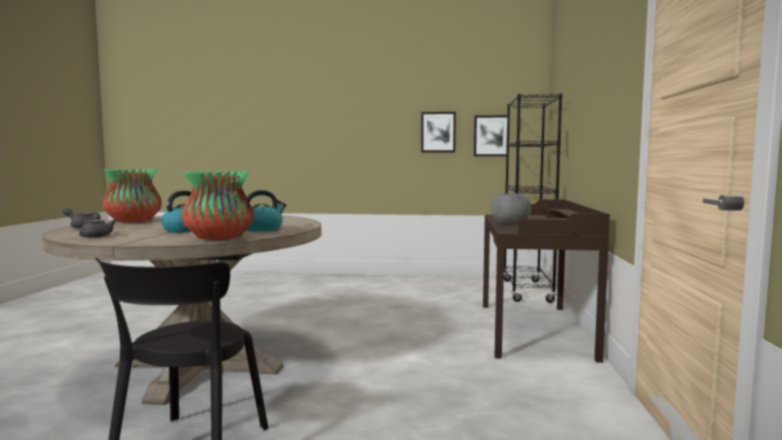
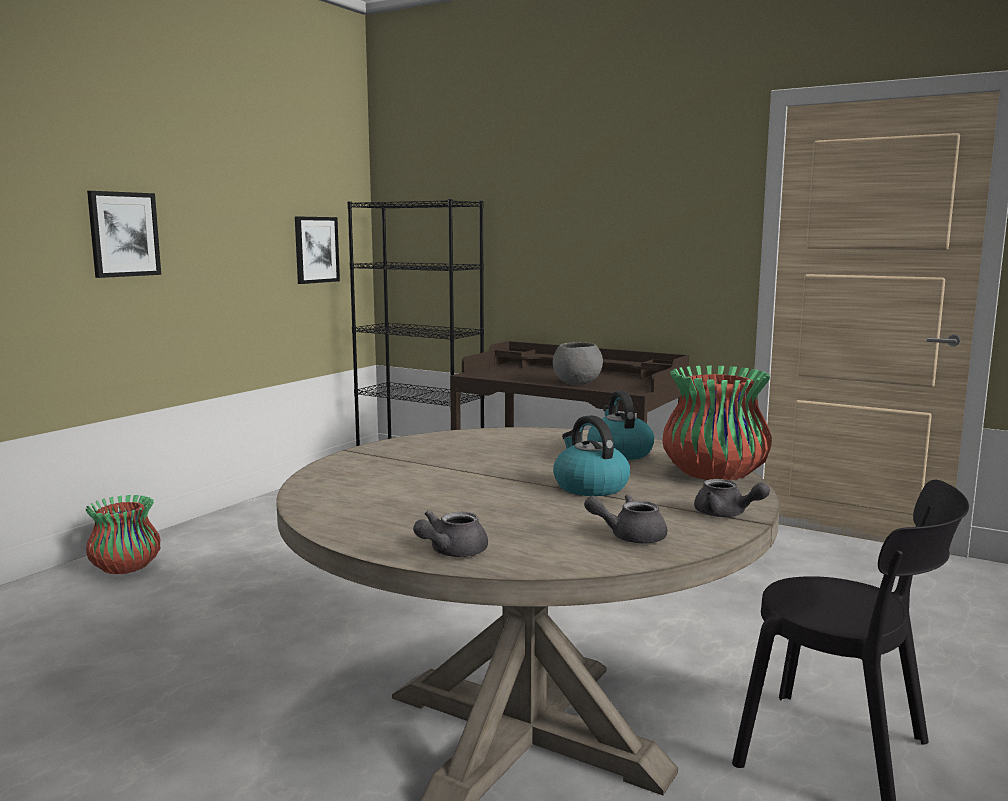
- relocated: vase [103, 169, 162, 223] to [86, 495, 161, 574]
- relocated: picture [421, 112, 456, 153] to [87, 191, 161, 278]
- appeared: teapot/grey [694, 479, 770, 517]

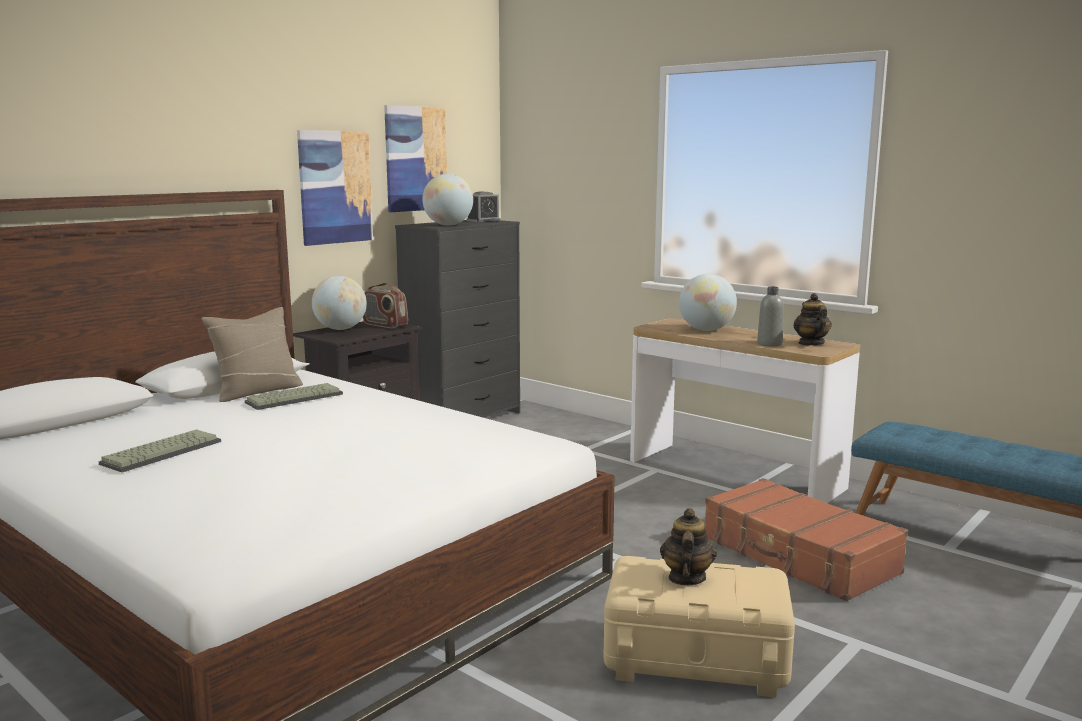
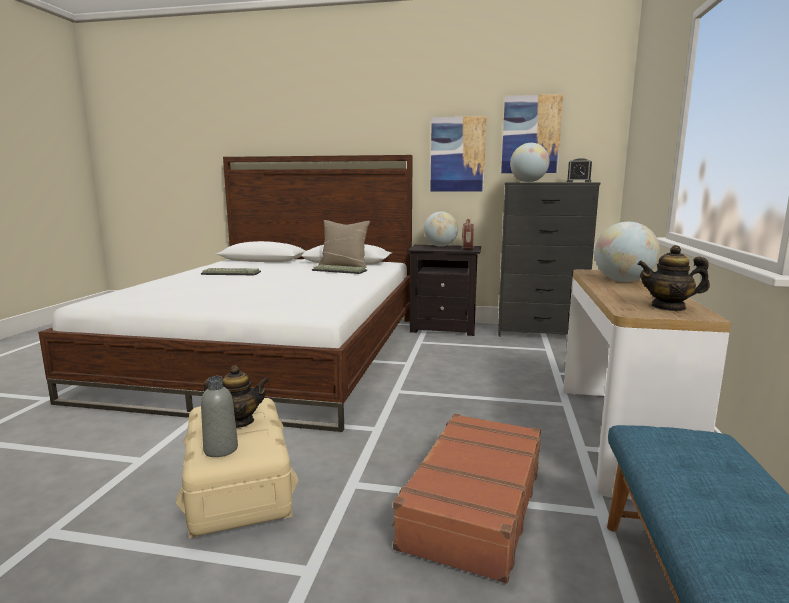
- relocated: bottle/grey [757, 286, 784, 347] to [201, 376, 238, 457]
- spun: teapot [793, 293, 832, 345] = [637, 245, 710, 311] 135 degrees counterclockwise

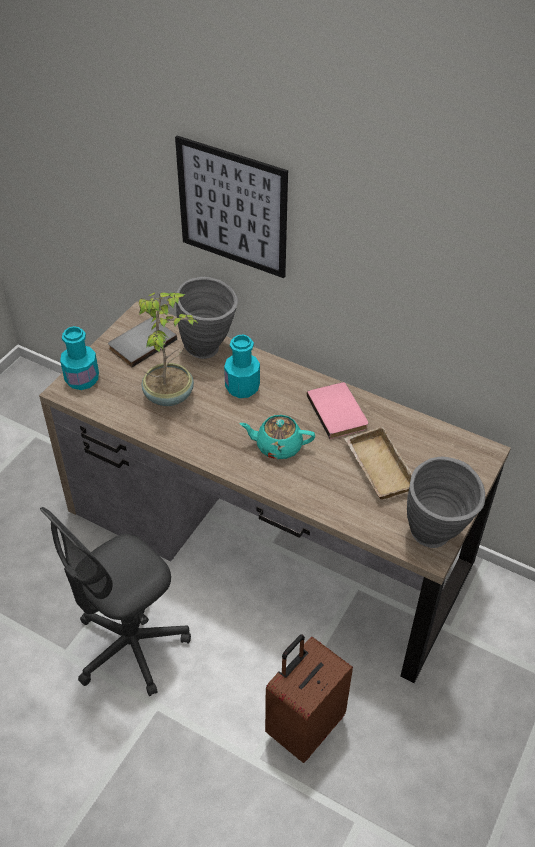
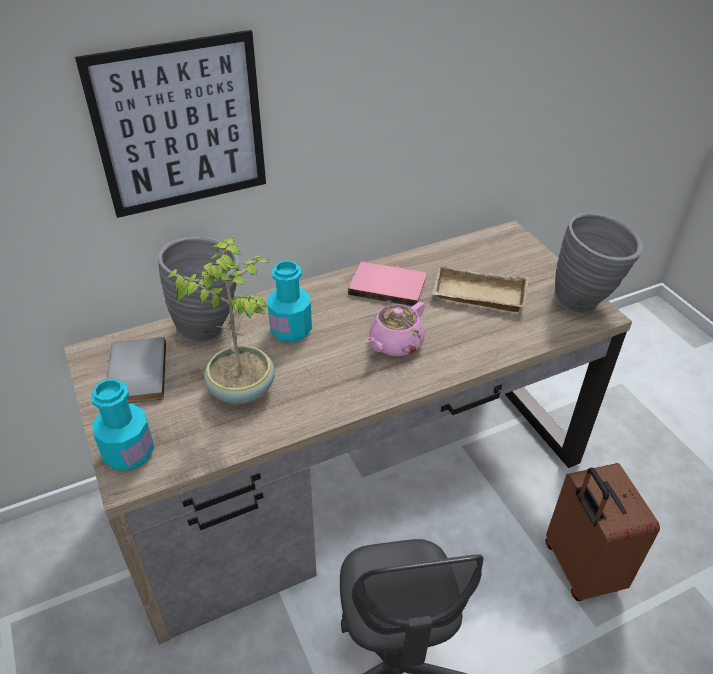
- colour: teapot/turquoise [240, 415, 315, 459] to teapot/pink [366, 302, 425, 356]

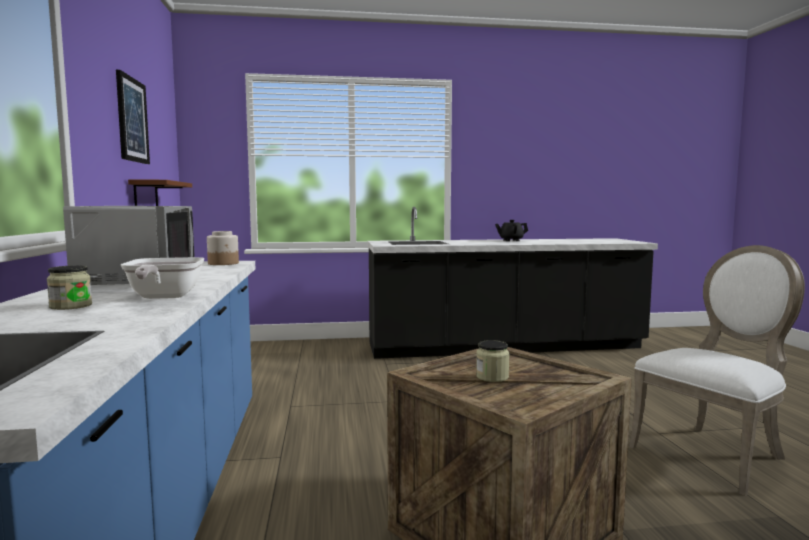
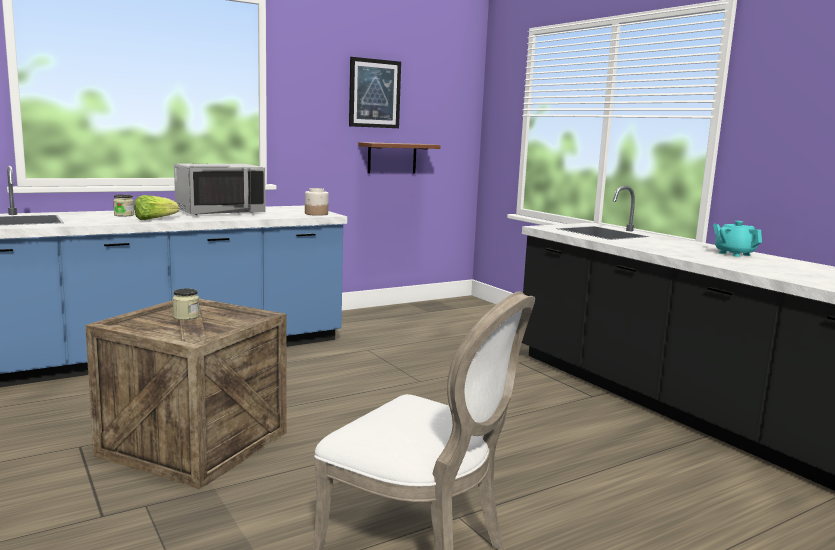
- exchanged: frying pan [121, 257, 204, 299] to lettuce [134, 195, 179, 220]
- colour: teapot/black [495, 220, 528, 241] to teapot/turquoise [713, 221, 762, 257]

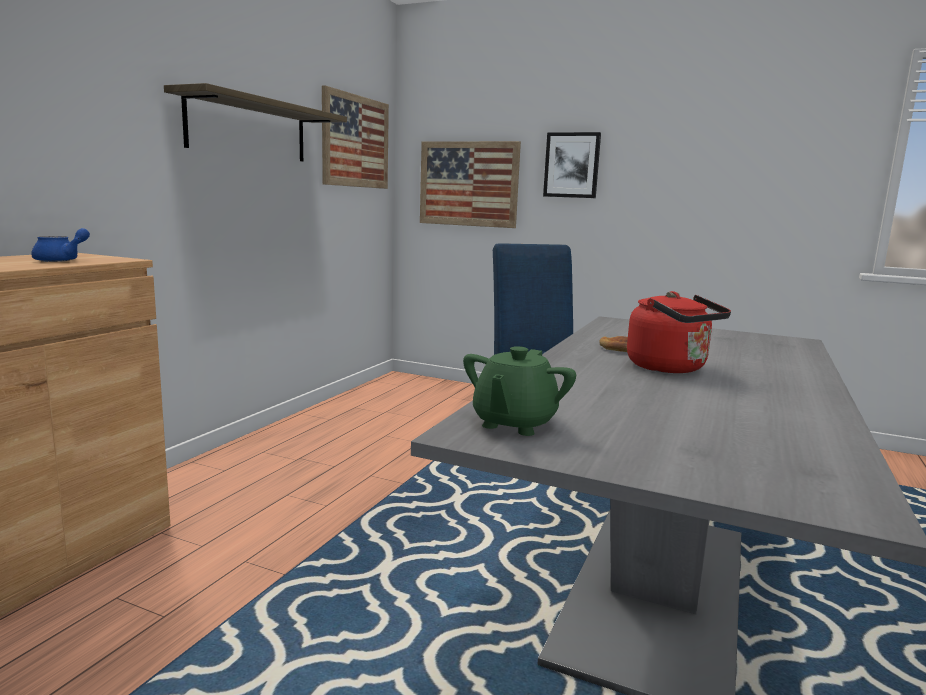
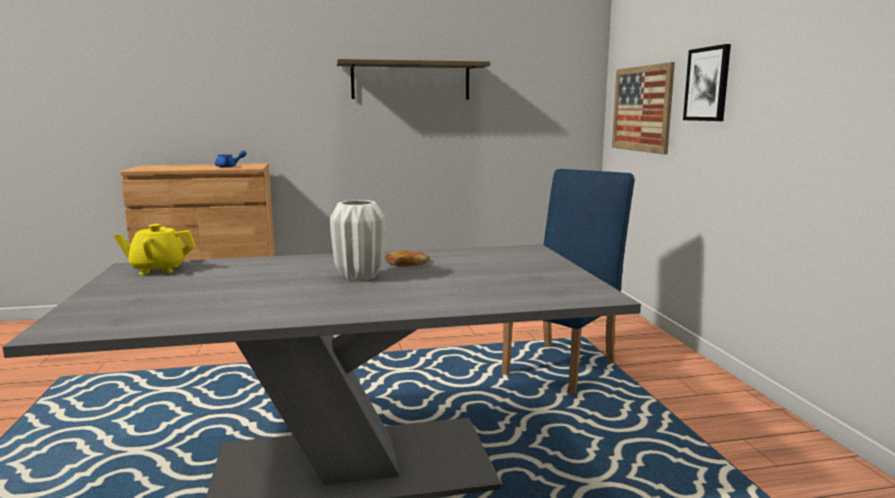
- missing: picture [322, 85, 389, 189]
- colour: teapot/green [463, 346, 576, 436] to teapot/yellow [114, 224, 196, 275]
- exchanged: kettle/red [627, 291, 731, 373] to vase/white [330, 200, 385, 281]

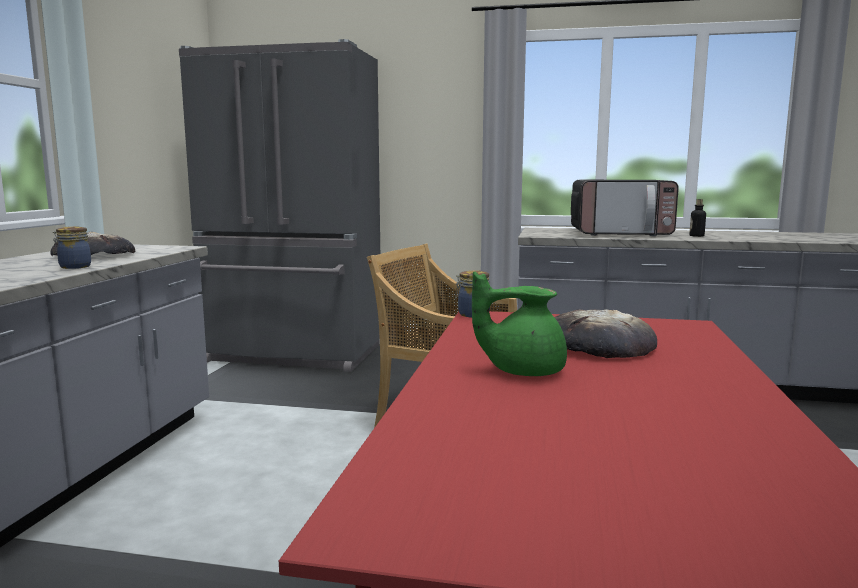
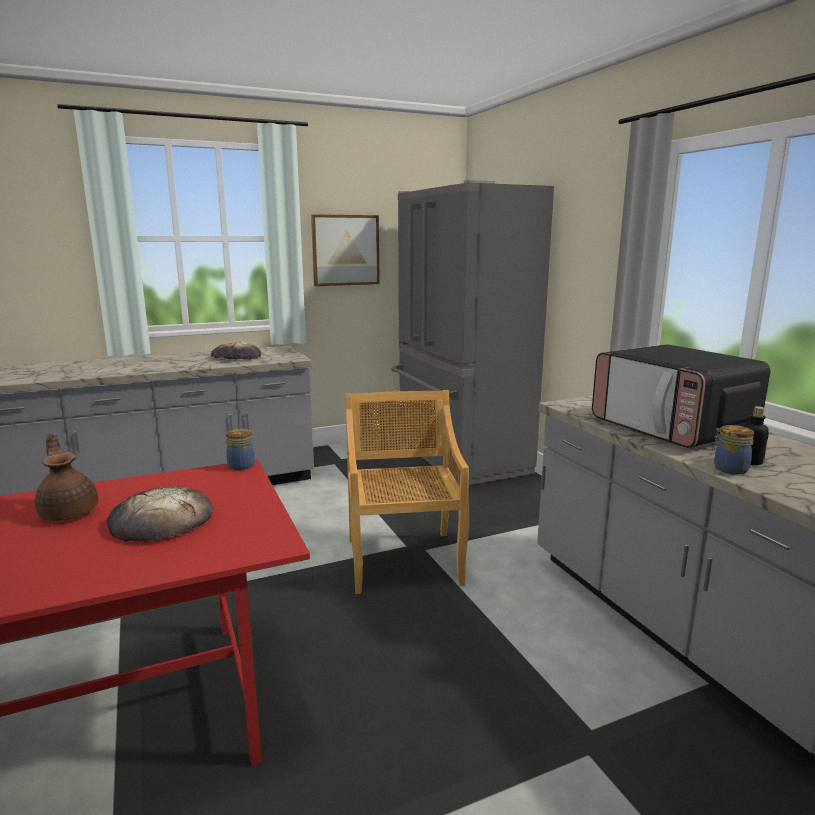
- relocated: jar [53, 226, 91, 269] to [712, 425, 754, 475]
- colour: teapot/green [472, 272, 567, 376] to teapot/brown [35, 433, 98, 521]
- appeared: picture [311, 214, 380, 286]

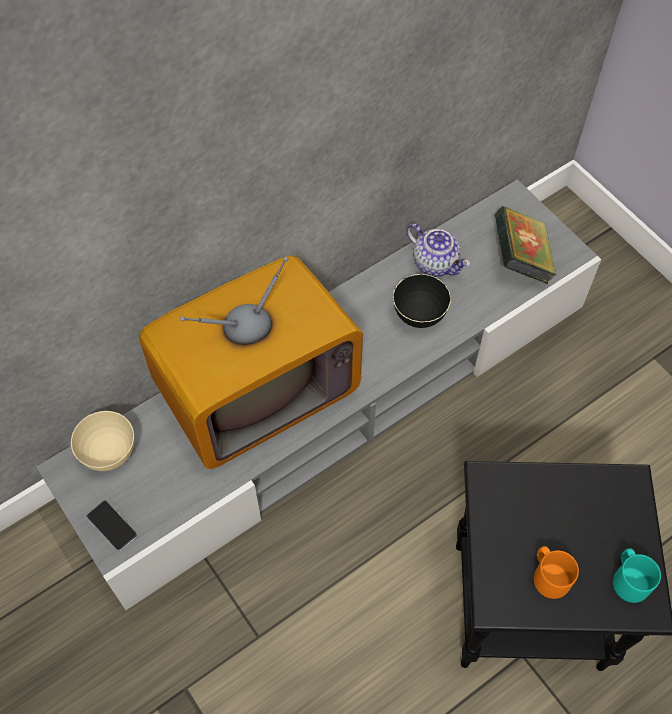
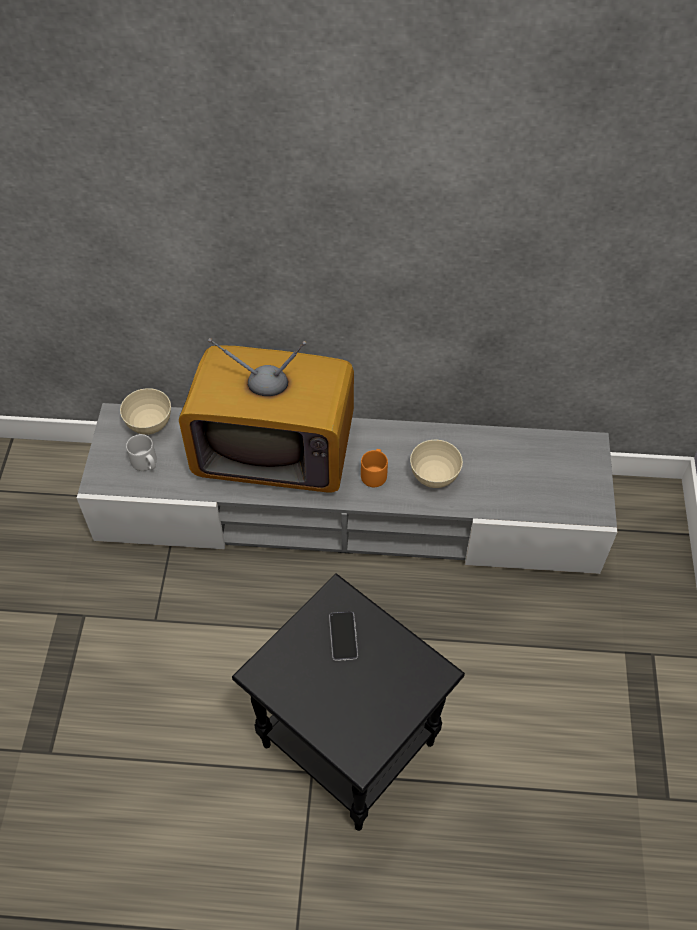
- relocated: phone [86, 500, 138, 551] to [329, 611, 358, 661]
- colour: bowl/black [393, 274, 451, 328] to bowl/beige [410, 440, 463, 488]
- missing: teapot [406, 223, 470, 277]
- missing: book [495, 206, 556, 284]
- relocated: mug/orange [534, 546, 579, 599] to [361, 449, 388, 487]
- missing: mug/turquoise [613, 548, 661, 603]
- appeared: mug/grey [126, 434, 157, 471]

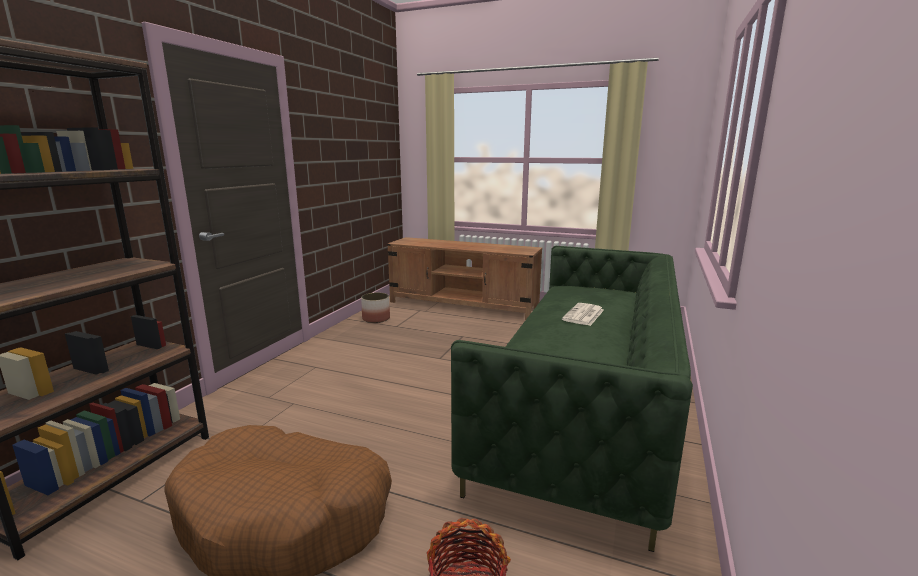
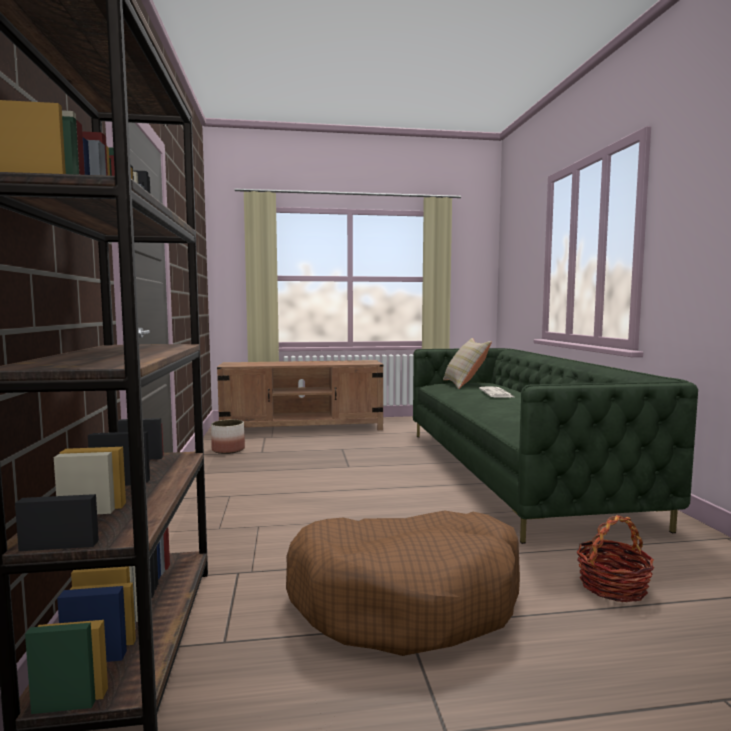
- appeared: pillow/beige [443, 338, 492, 389]

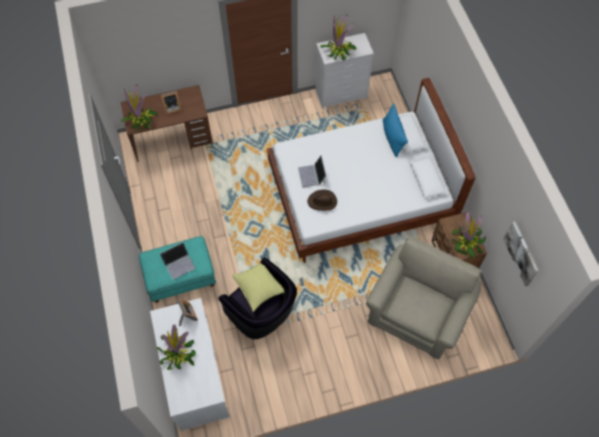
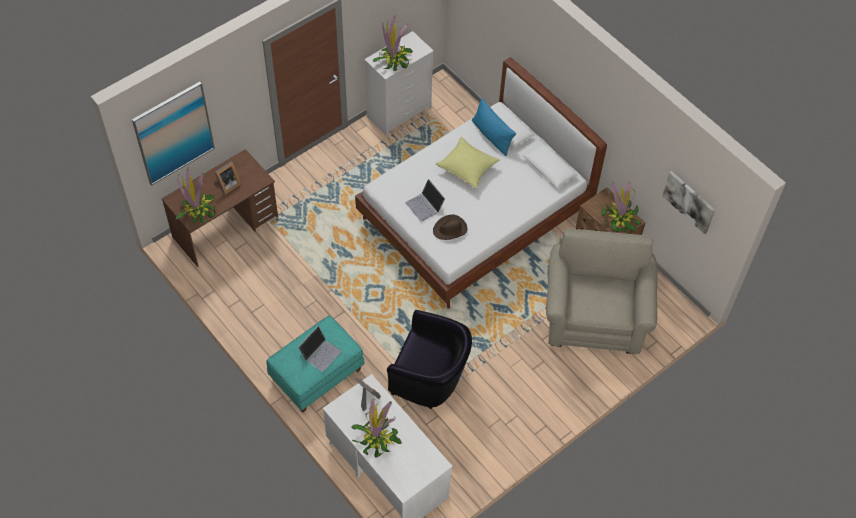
- relocated: pillow/yellow [232, 257, 284, 312] to [436, 137, 500, 189]
- appeared: picture [132, 82, 215, 186]

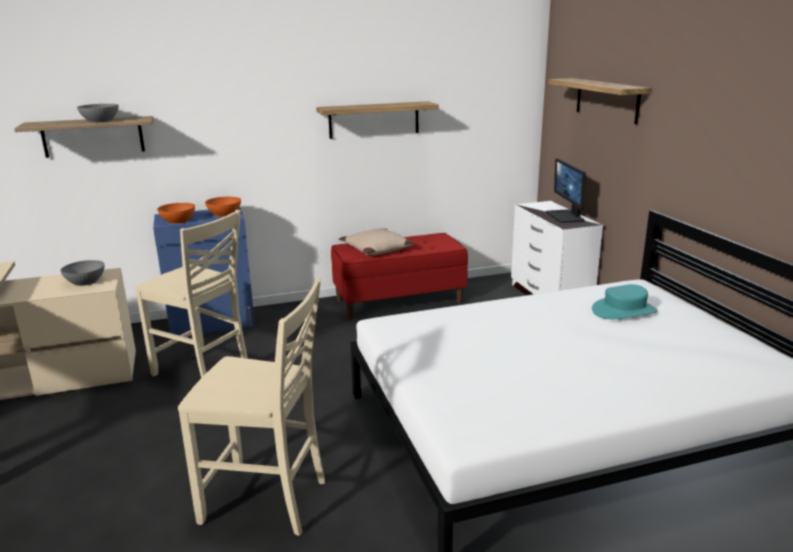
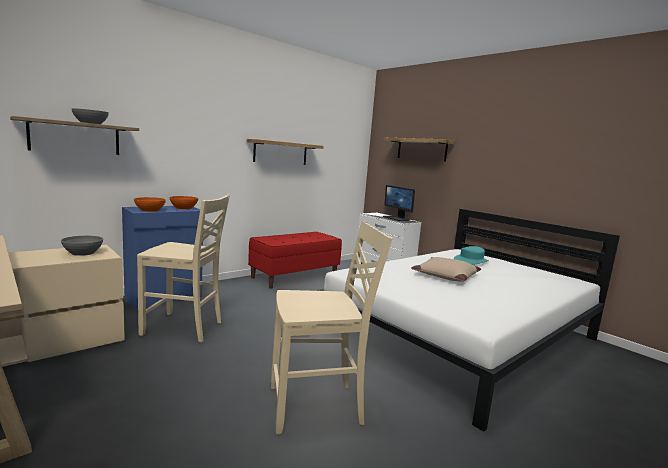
- relocated: pillow/beige [339, 228, 415, 255] to [411, 257, 481, 282]

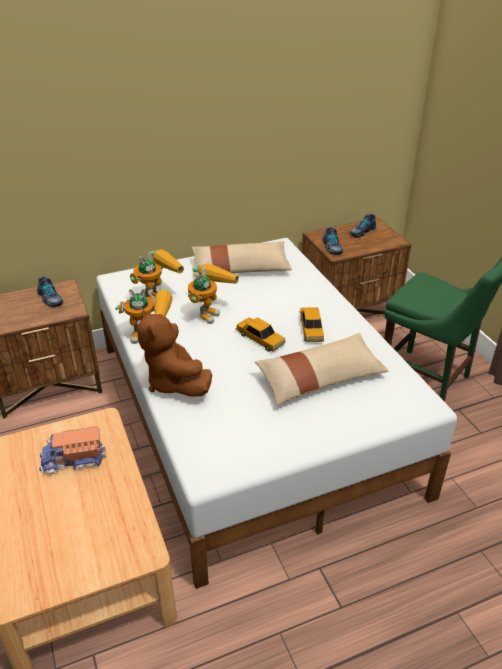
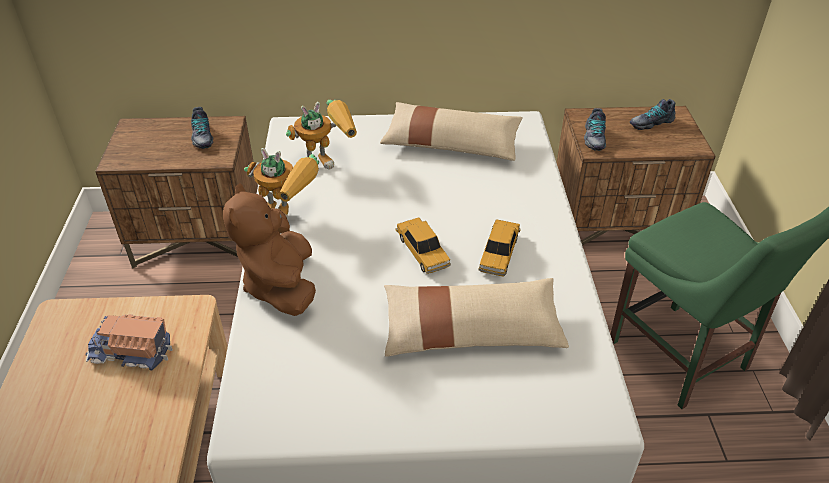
- missing: toy robot [188, 263, 239, 324]

